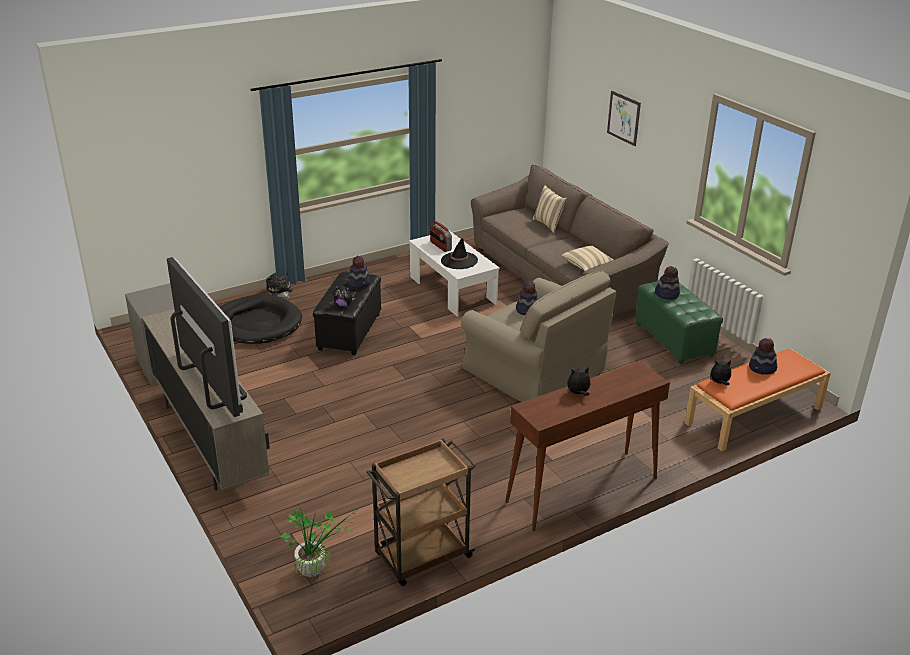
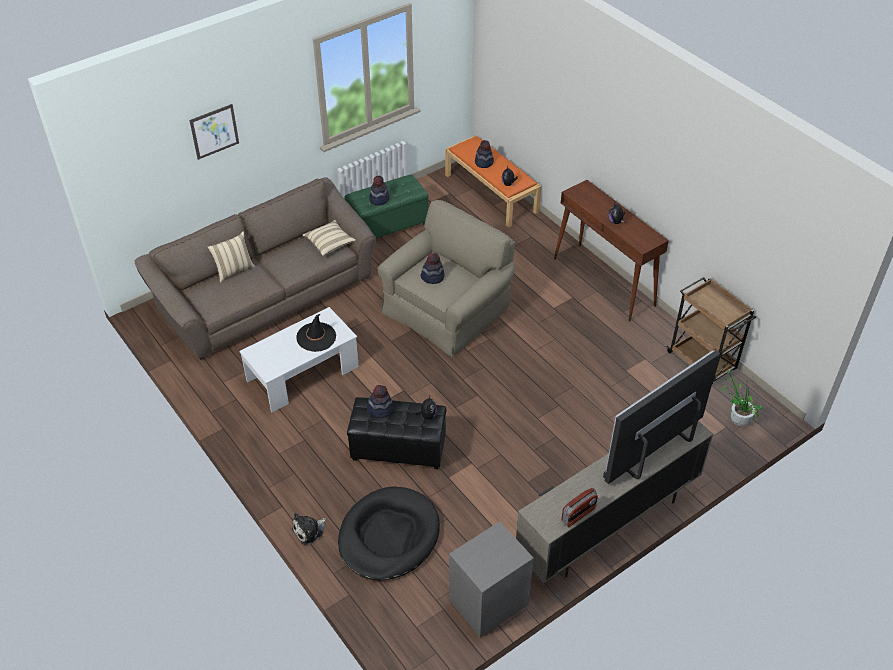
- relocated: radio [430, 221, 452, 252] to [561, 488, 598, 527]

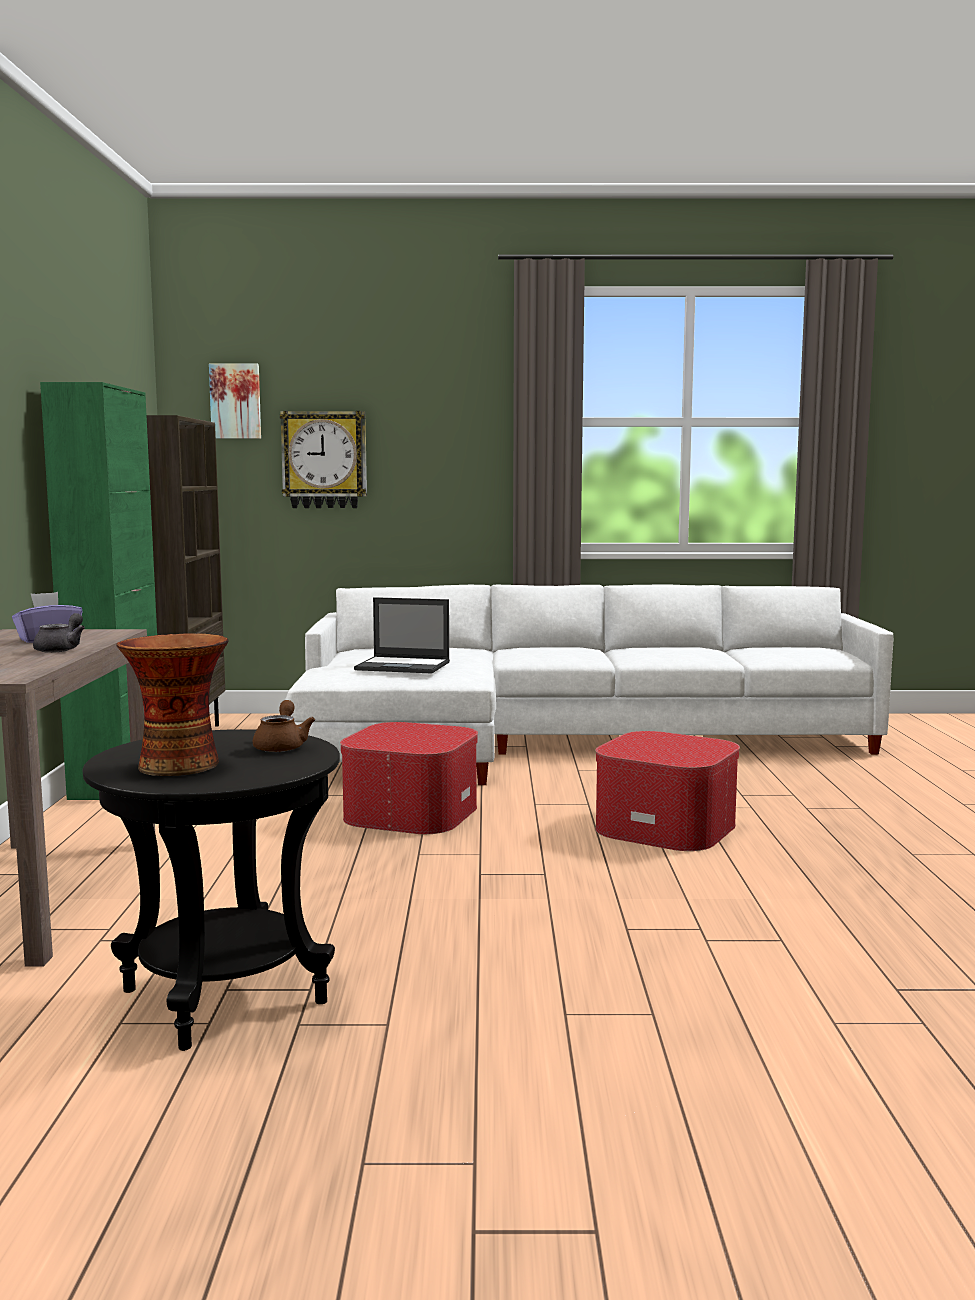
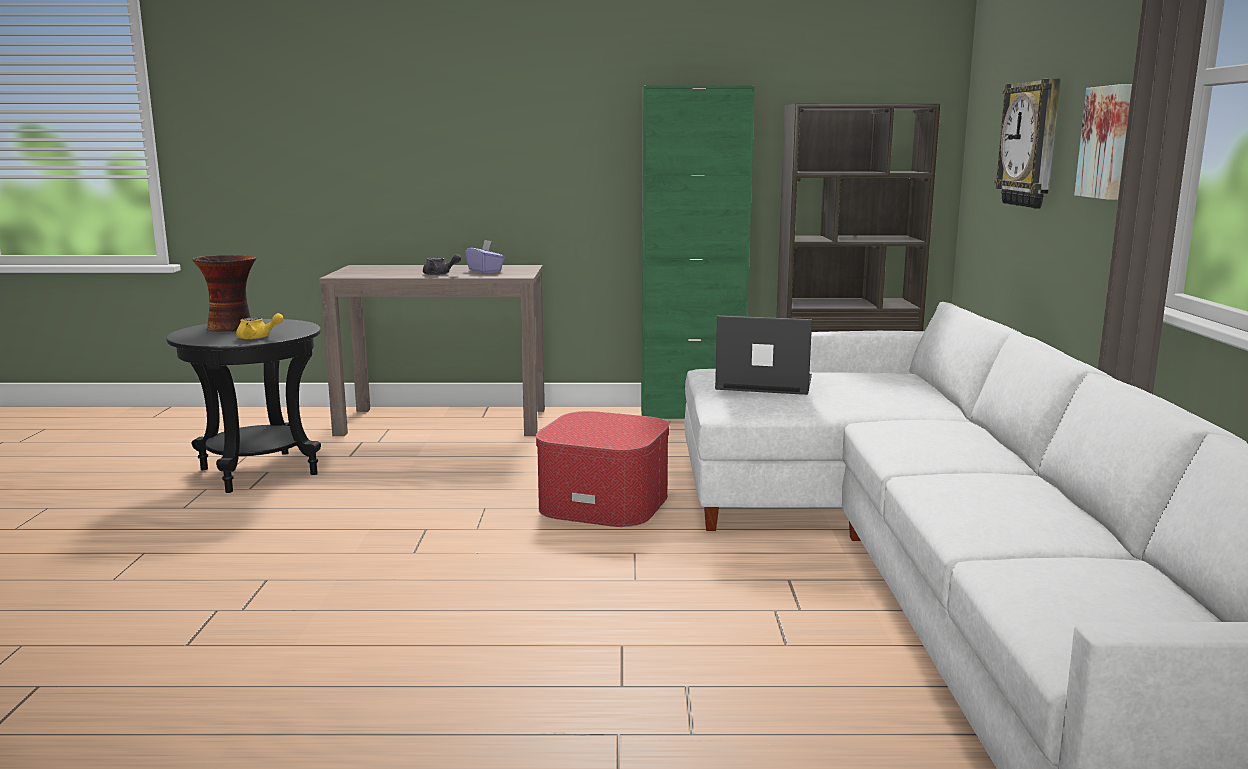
- relocated: picture [209, 364, 261, 439] to [1074, 84, 1132, 200]
- colour: teapot/brown [253, 700, 315, 752] to teapot/yellow [236, 313, 284, 340]
- spun: laptop [354, 597, 450, 673] = [715, 316, 812, 395] 90 degrees clockwise
- missing: ottoman [595, 731, 740, 851]

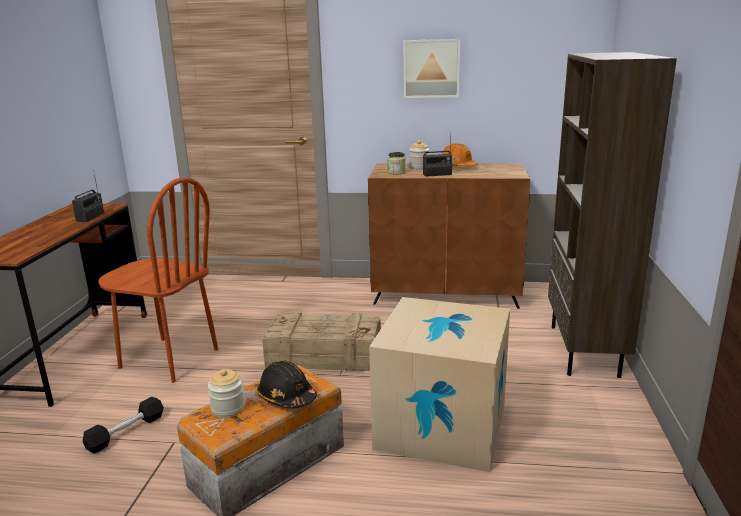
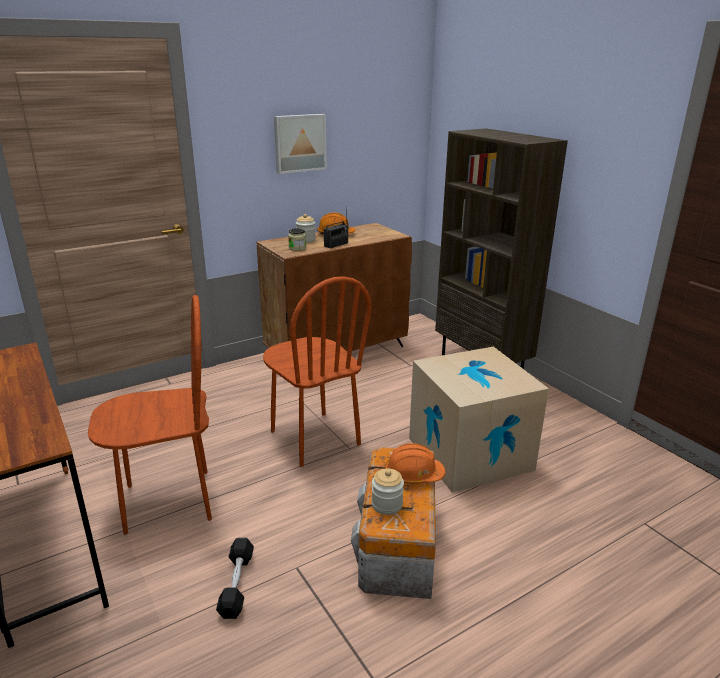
- missing: radio [72, 170, 104, 222]
- colour: hard hat/black [257, 361, 317, 408] to hard hat/orange [385, 443, 446, 484]
- exchanged: crate [262, 311, 381, 372] to chair/brown [263, 276, 372, 467]

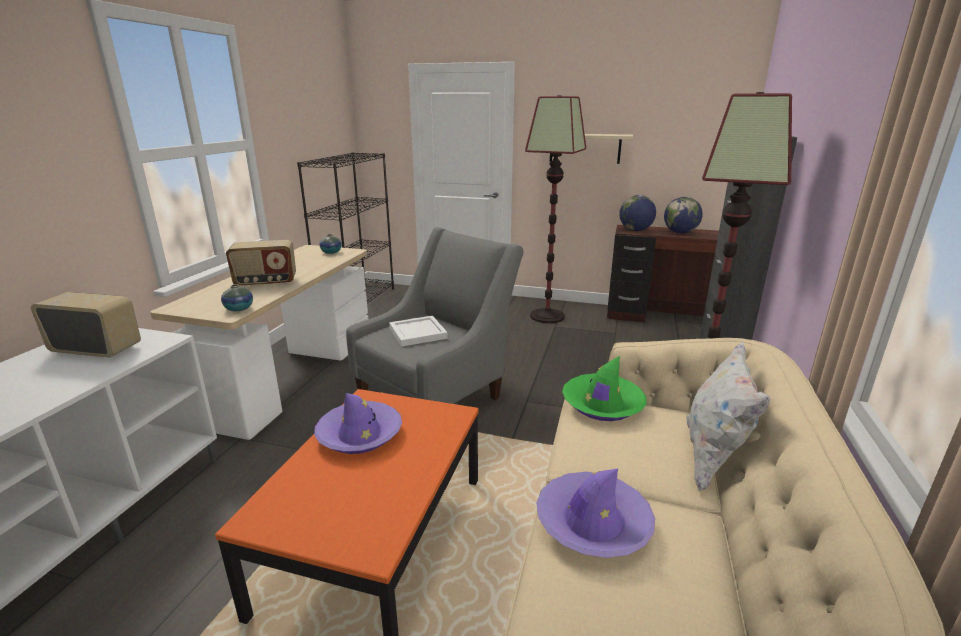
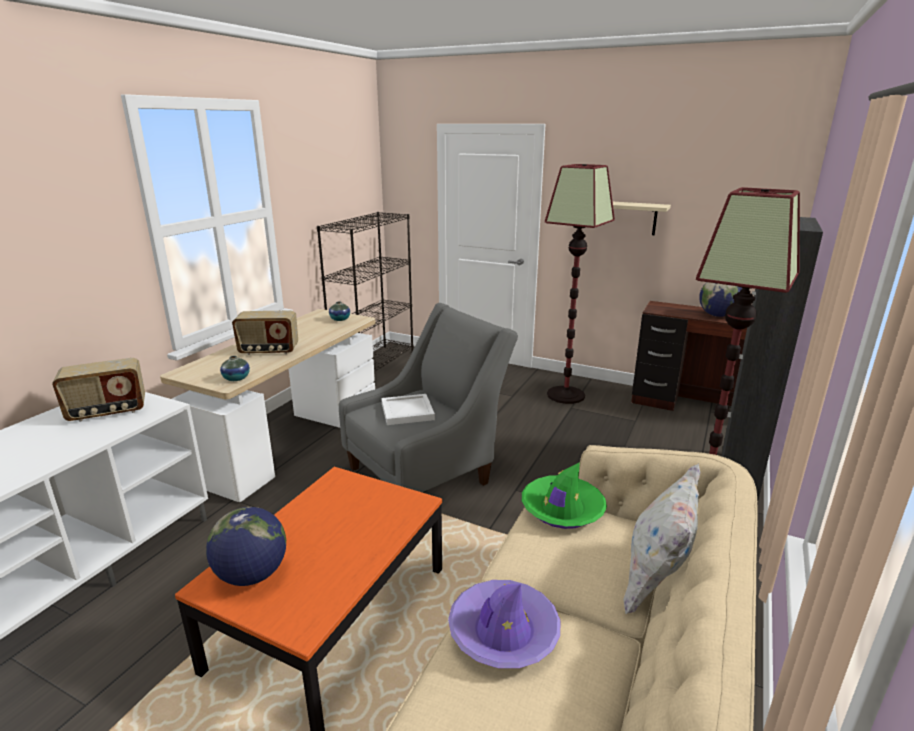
- spun: radio [31, 292, 141, 358] = [52, 358, 145, 422] 135 degrees clockwise
- missing: hat/purple [314, 393, 402, 454]
- relocated: globe [619, 195, 656, 231] to [206, 507, 286, 586]

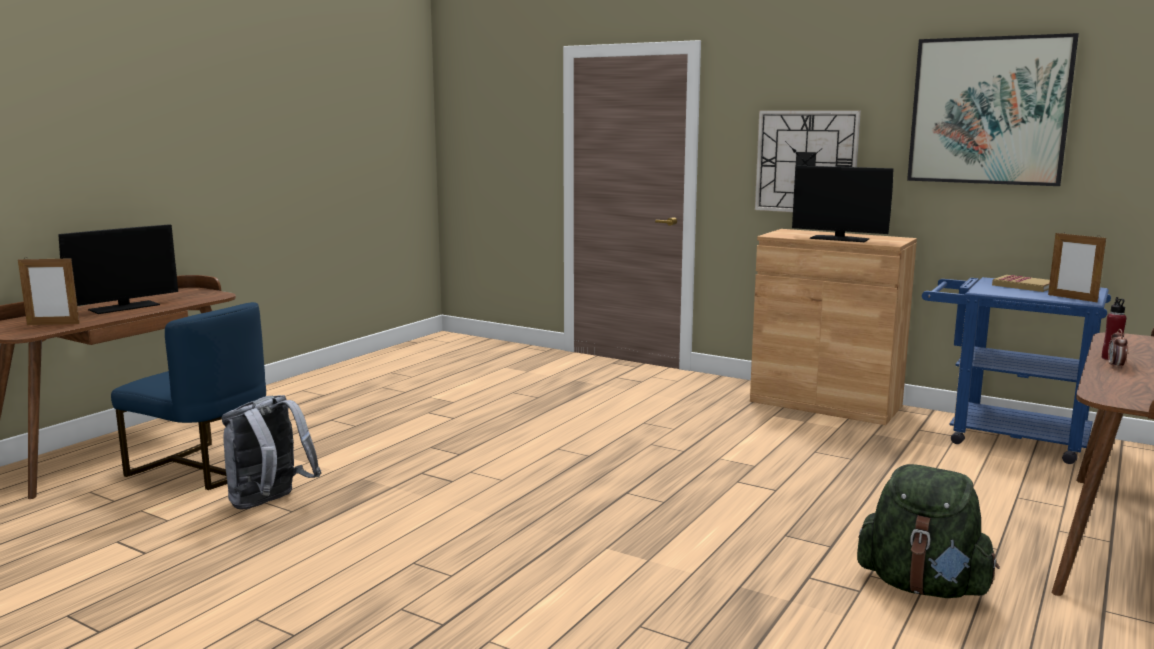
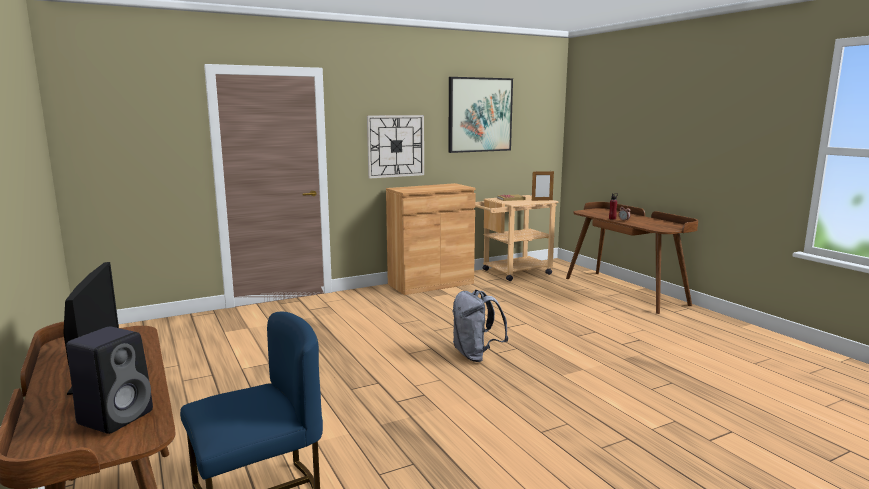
- exchanged: picture frame [18, 256, 80, 325] to speaker/black [66, 326, 153, 434]
- relocated: backpack/grey [222, 395, 321, 510] to [453, 290, 509, 362]
- missing: monitor [792, 166, 894, 242]
- missing: backpack/green [857, 464, 999, 598]
- colour: cart/blue [922, 277, 1111, 464] to cart/beige [475, 195, 559, 281]

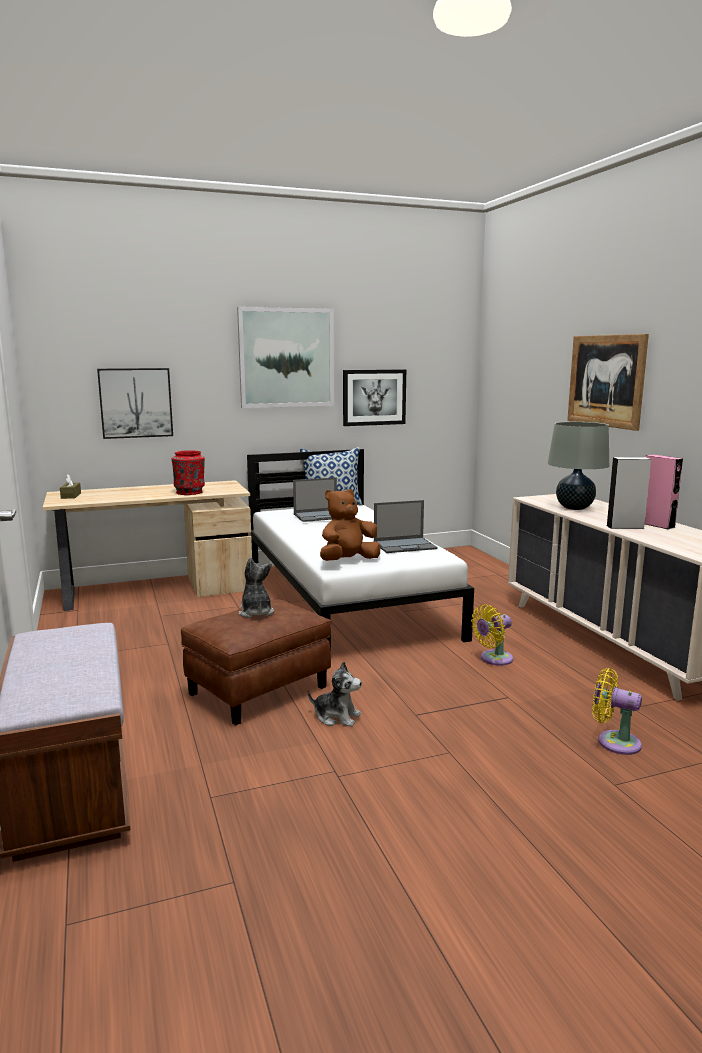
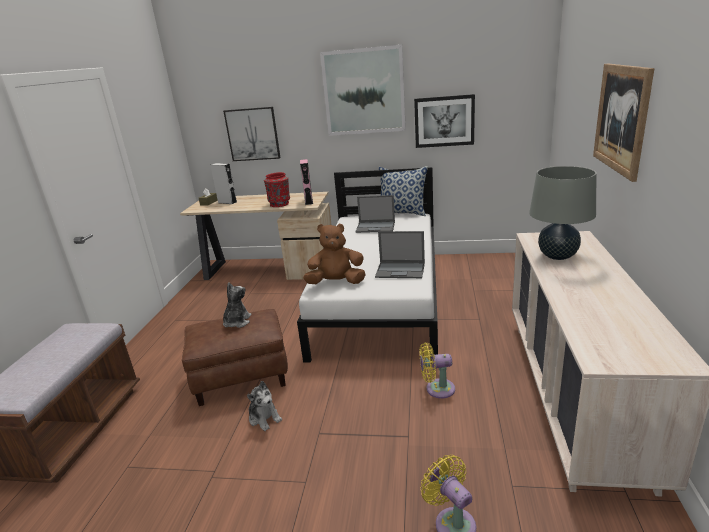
- relocated: speaker/grey [606, 457, 651, 529] to [210, 163, 237, 204]
- relocated: speaker/pink [644, 455, 683, 529] to [300, 159, 313, 205]

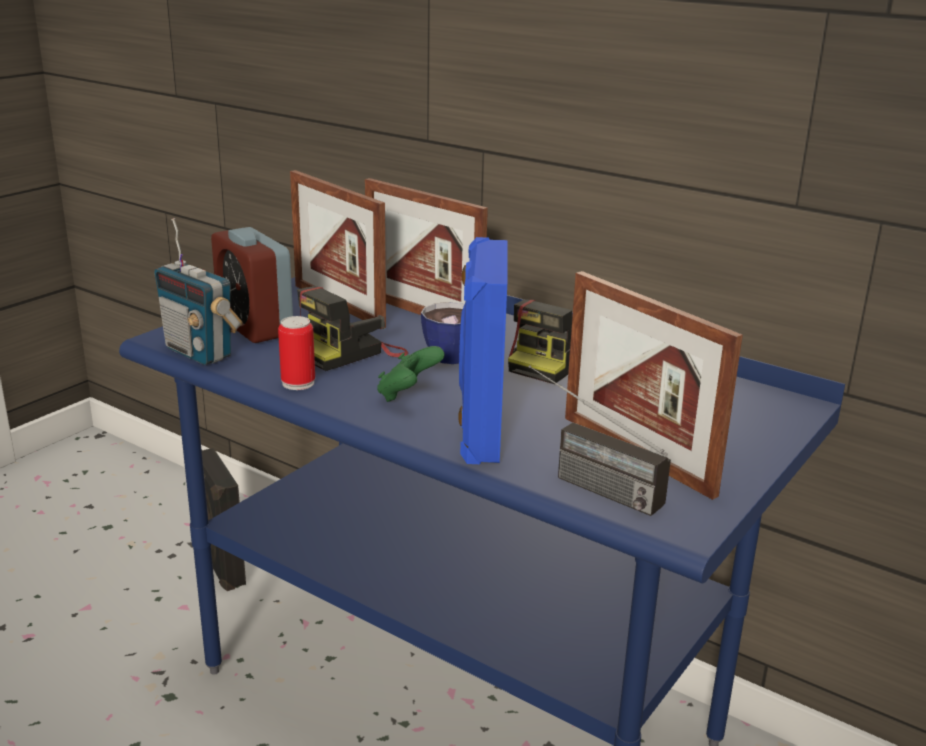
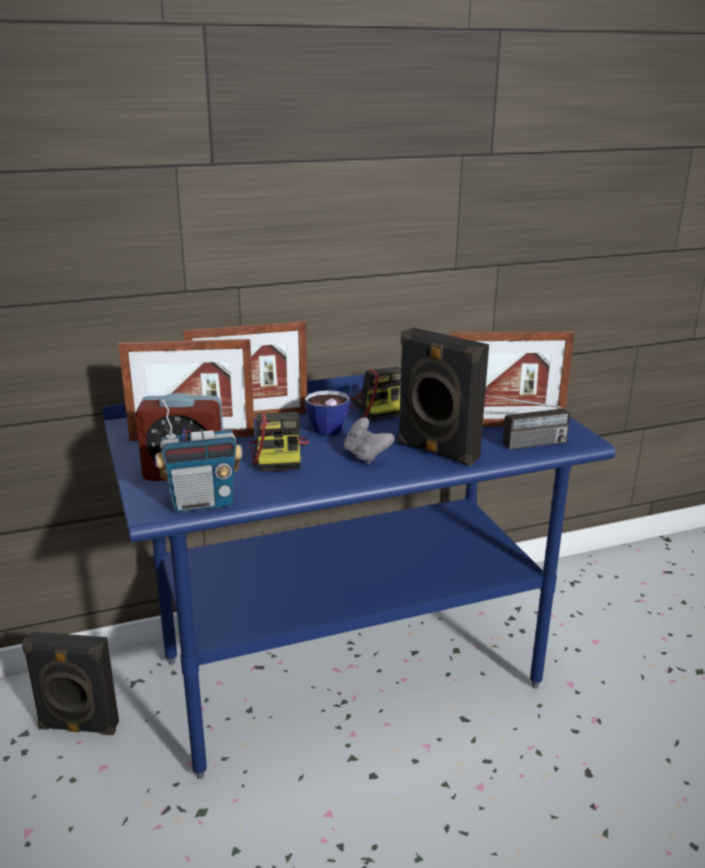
- missing: can [278, 316, 315, 390]
- colour: game controller/green [377, 346, 445, 402] to game controller/grey [344, 418, 395, 464]
- colour: speaker/blue [458, 237, 508, 464] to speaker/black [397, 327, 489, 466]

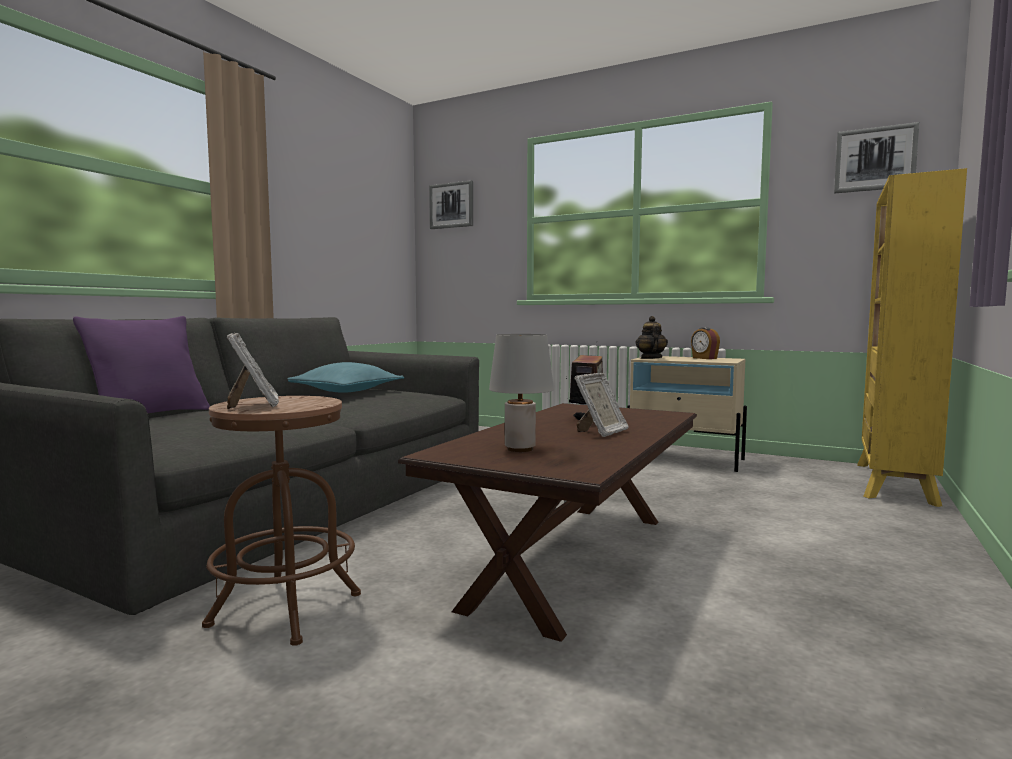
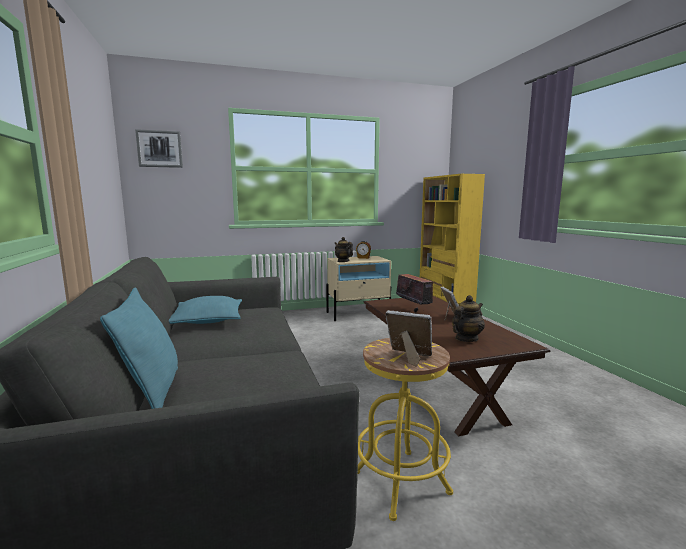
- colour: pillow/purple [73, 316, 210, 413] to pillow/turquoise [100, 288, 178, 409]
- colour: stool/brown [202, 396, 361, 646] to stool/yellow [358, 338, 453, 521]
- exchanged: table lamp/grey [489, 334, 554, 452] to teapot [452, 295, 485, 342]
- missing: picture [834, 122, 919, 193]

